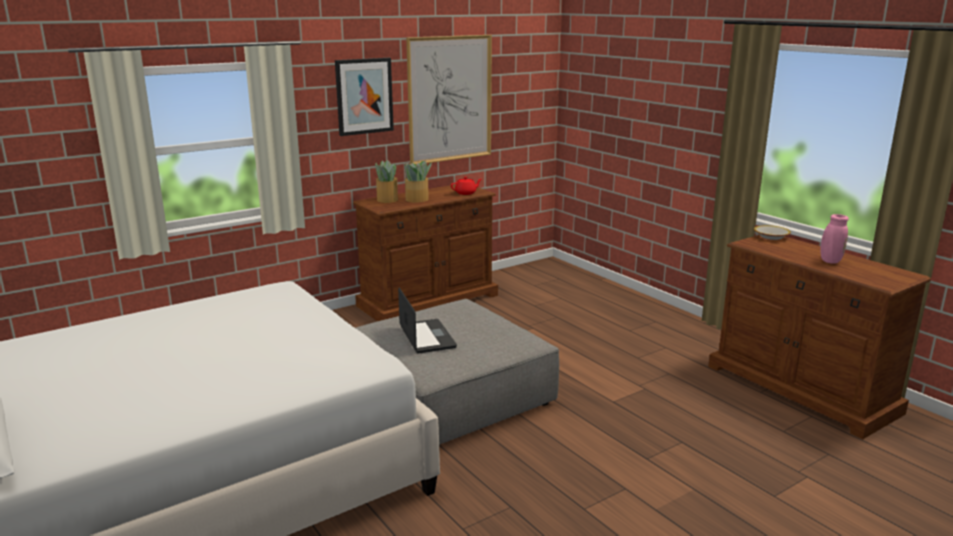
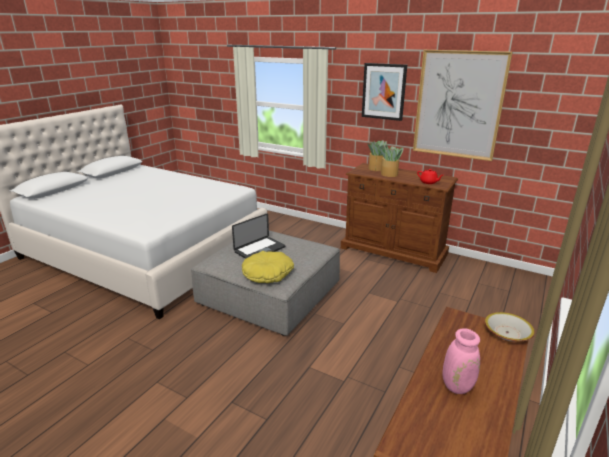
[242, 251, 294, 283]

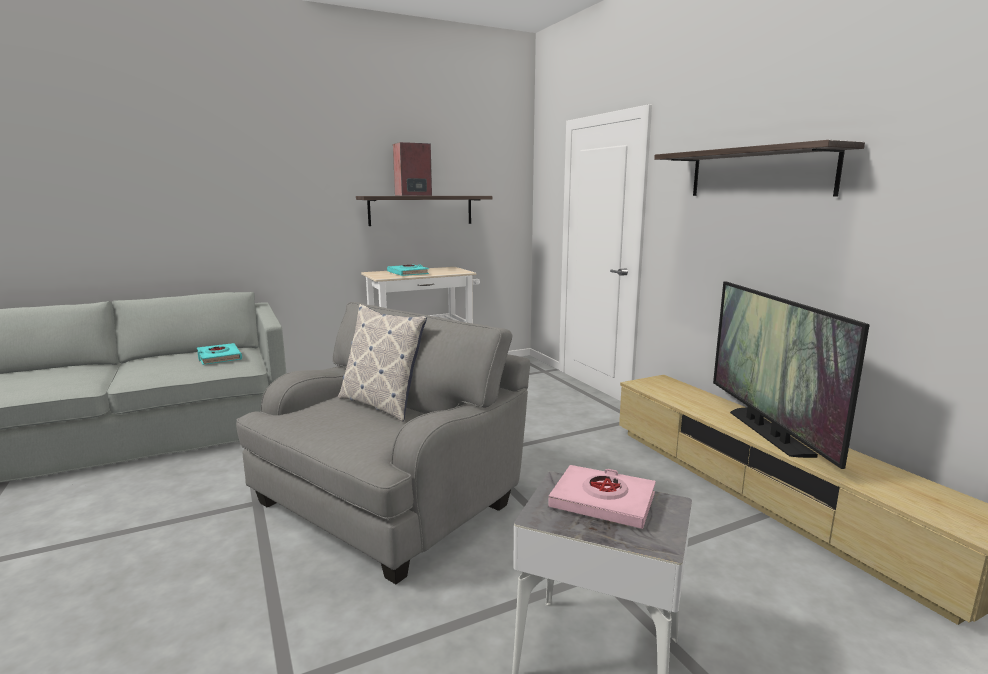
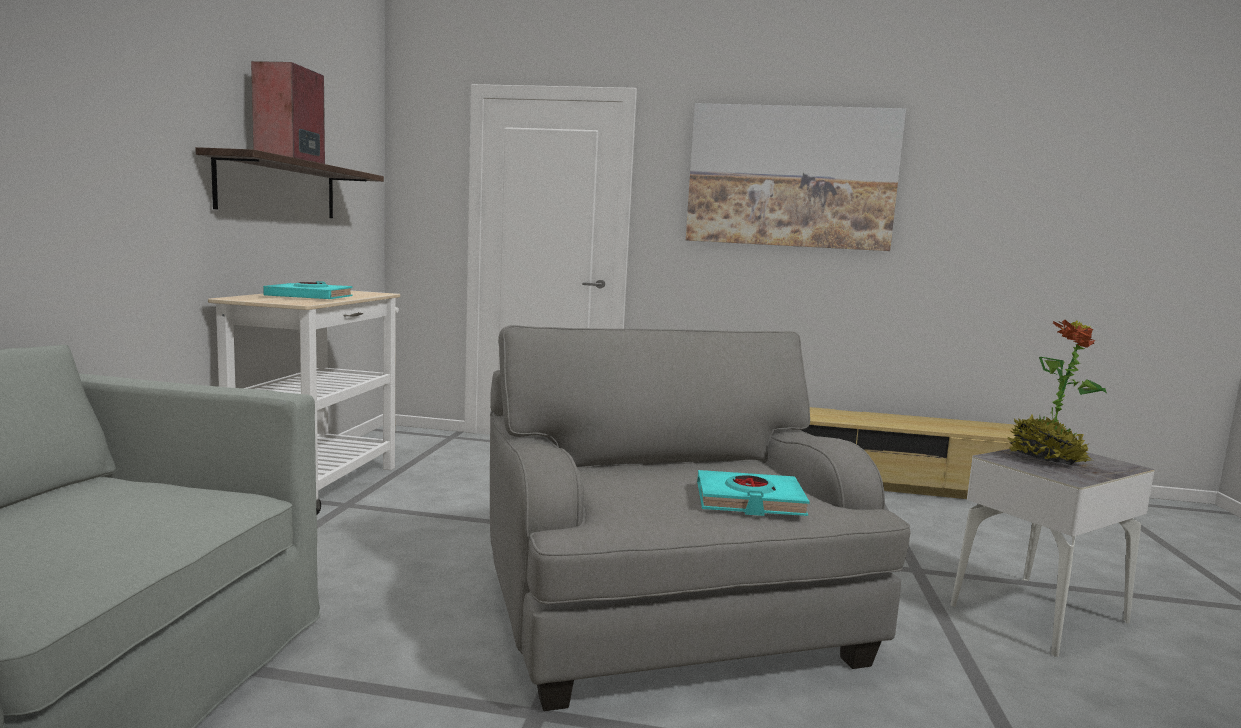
[686, 103, 906, 251]
[713, 281, 870, 469] (first image)
[338, 304, 427, 422] (first image)
[697, 470, 810, 516]
[1007, 320, 1107, 465]

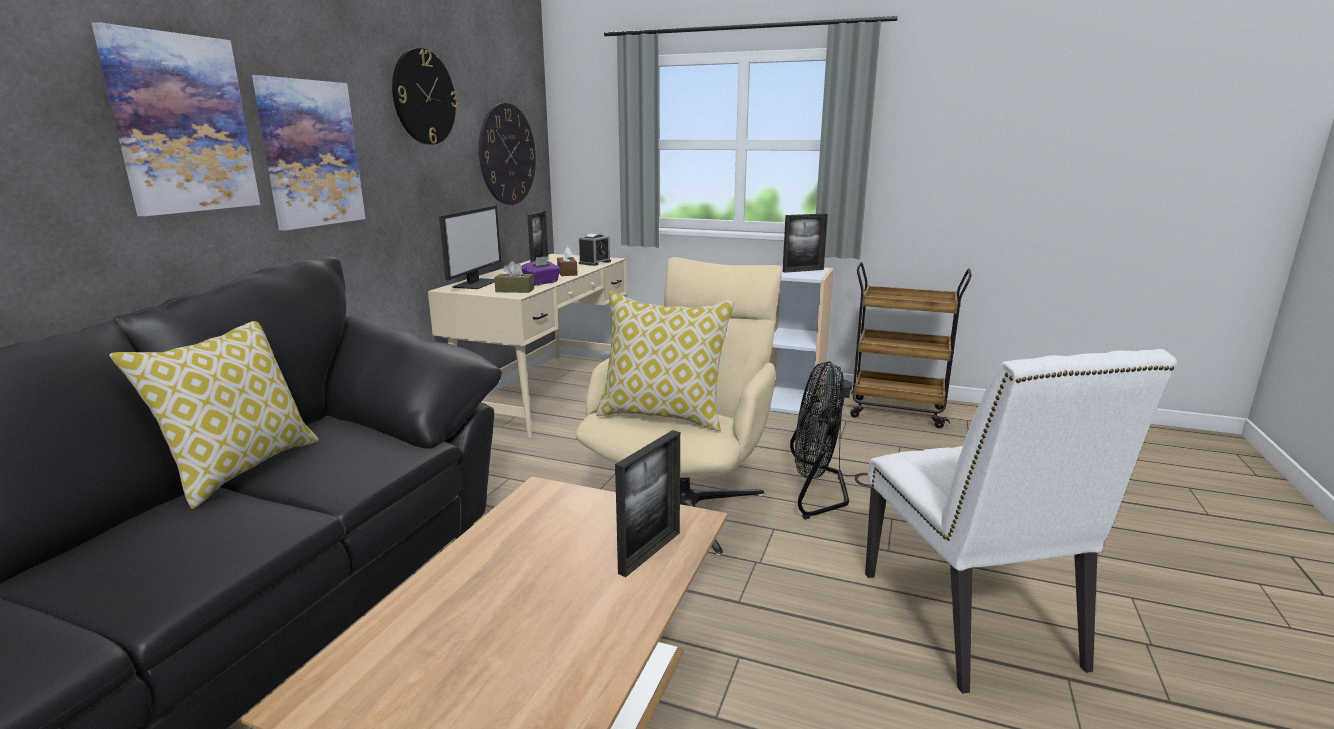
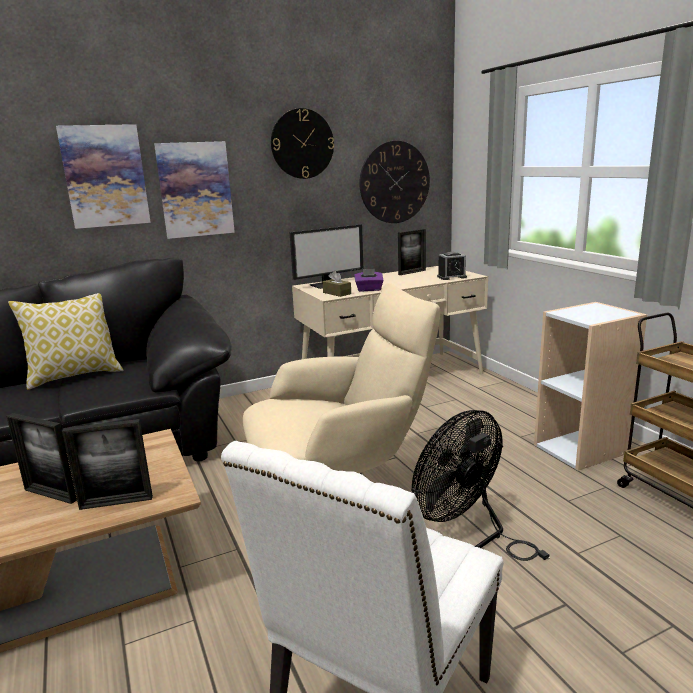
[6, 413, 77, 504]
[557, 247, 578, 276] (first image)
[596, 292, 735, 431] (first image)

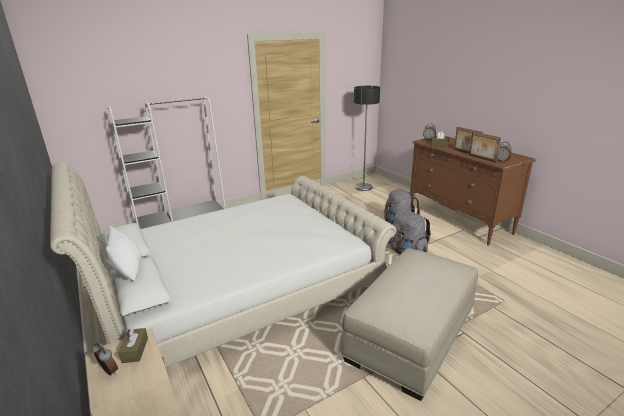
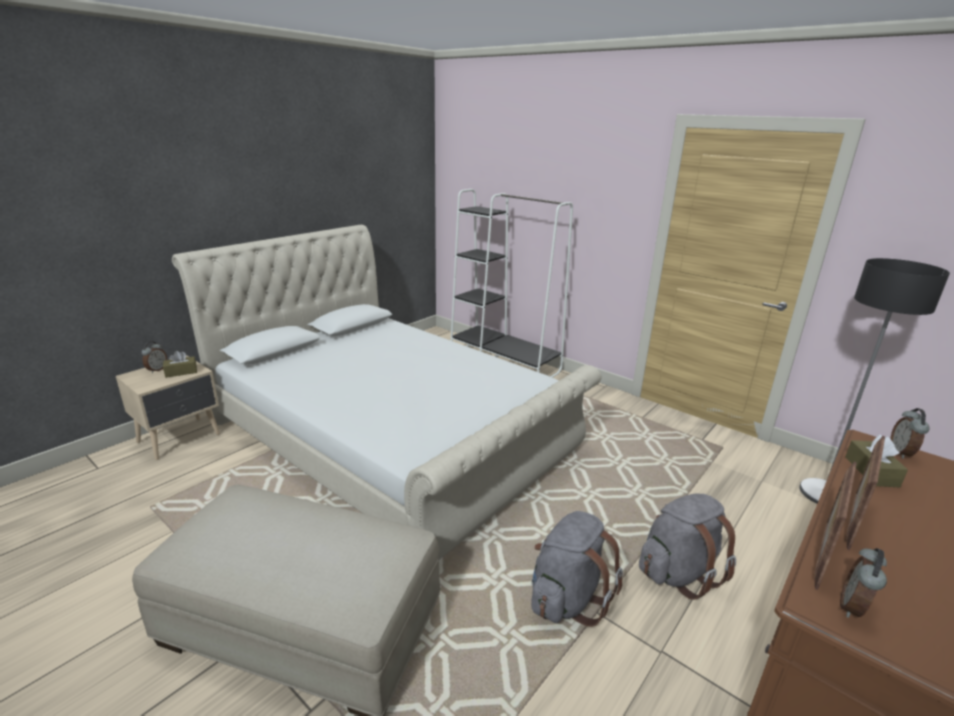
[104, 226, 142, 282] (first image)

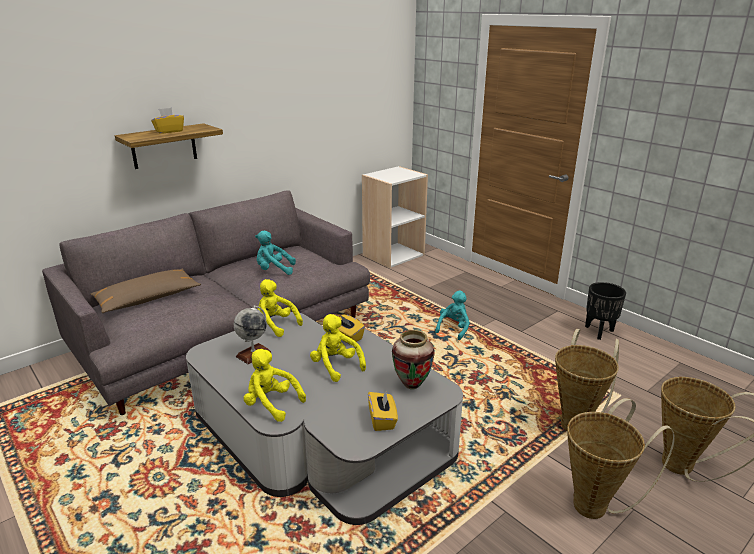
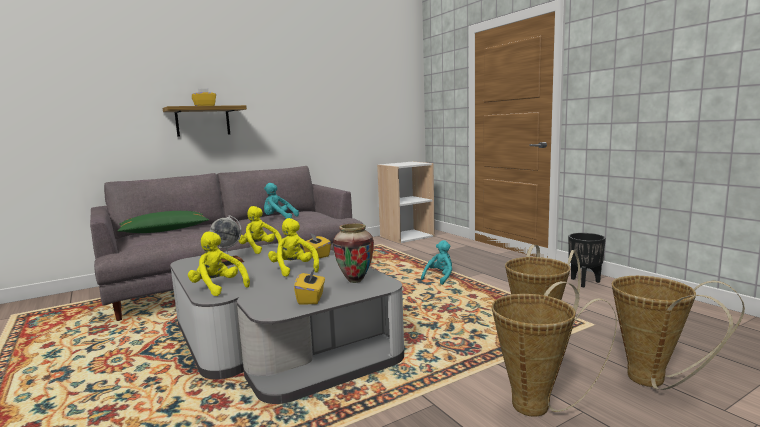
[117, 211, 209, 233]

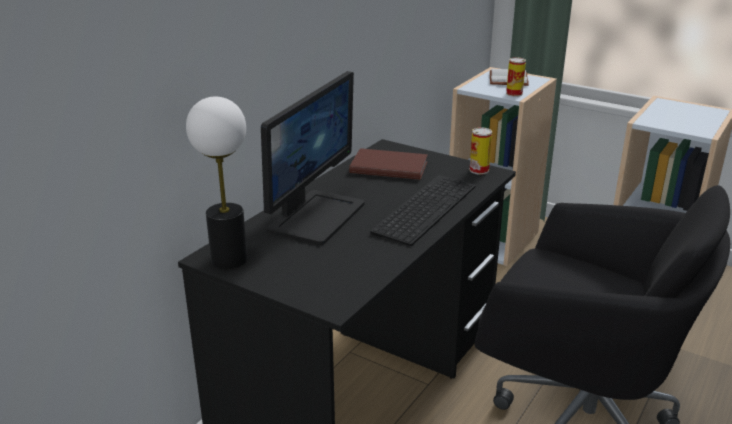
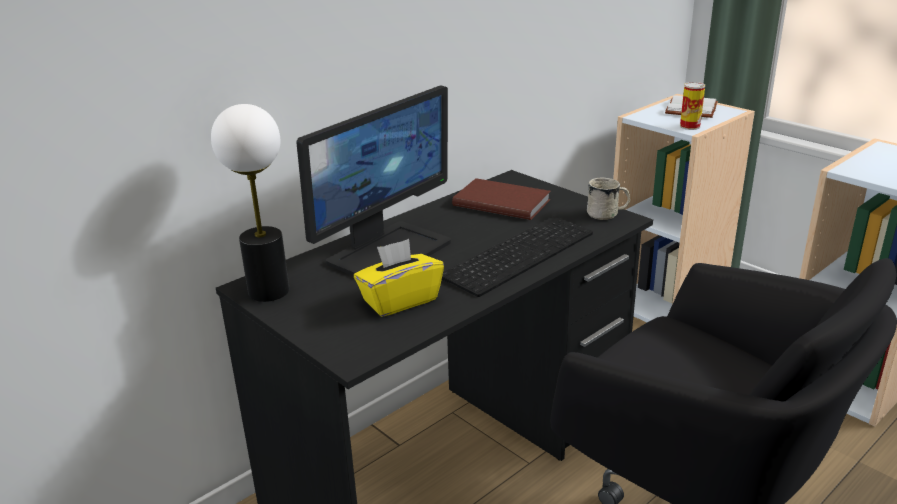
[587, 178, 630, 220]
[354, 239, 444, 317]

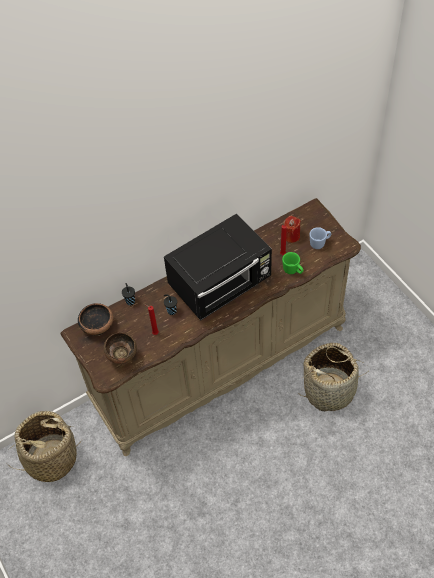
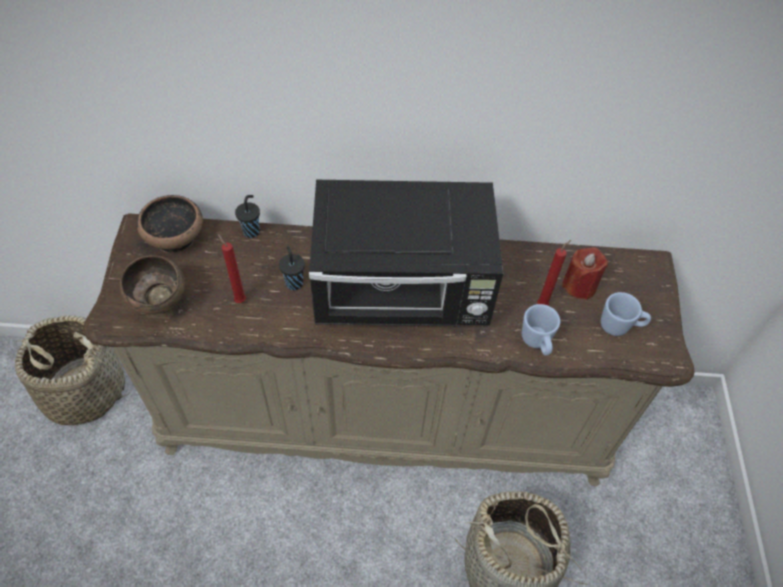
[522, 304, 560, 356]

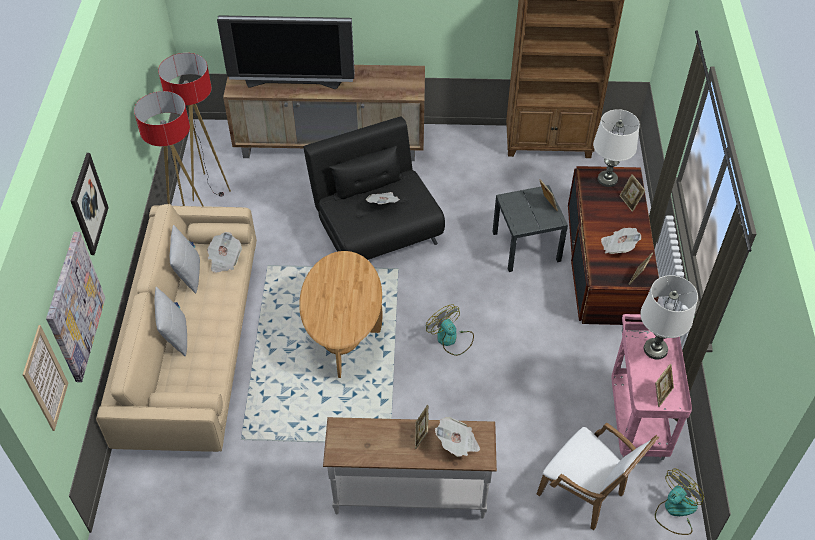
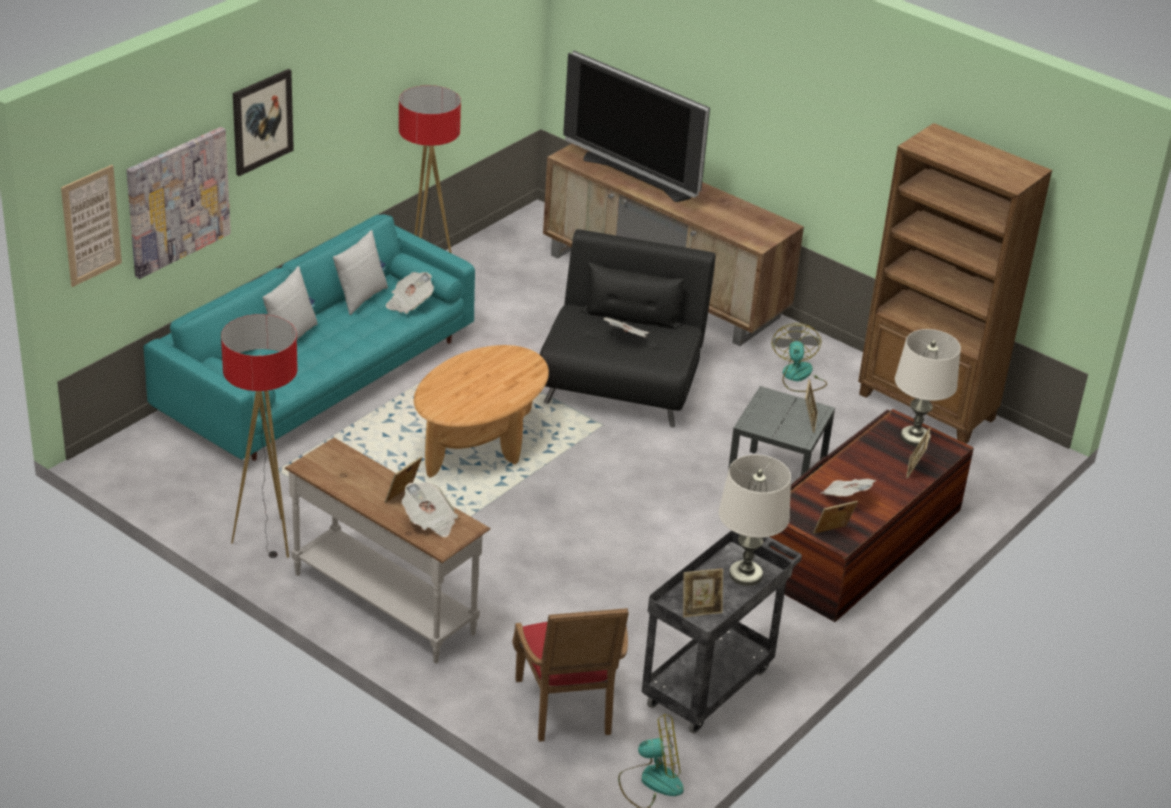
[221, 314, 298, 558]
[144, 214, 475, 461]
[771, 323, 827, 392]
[642, 530, 802, 734]
[512, 608, 629, 742]

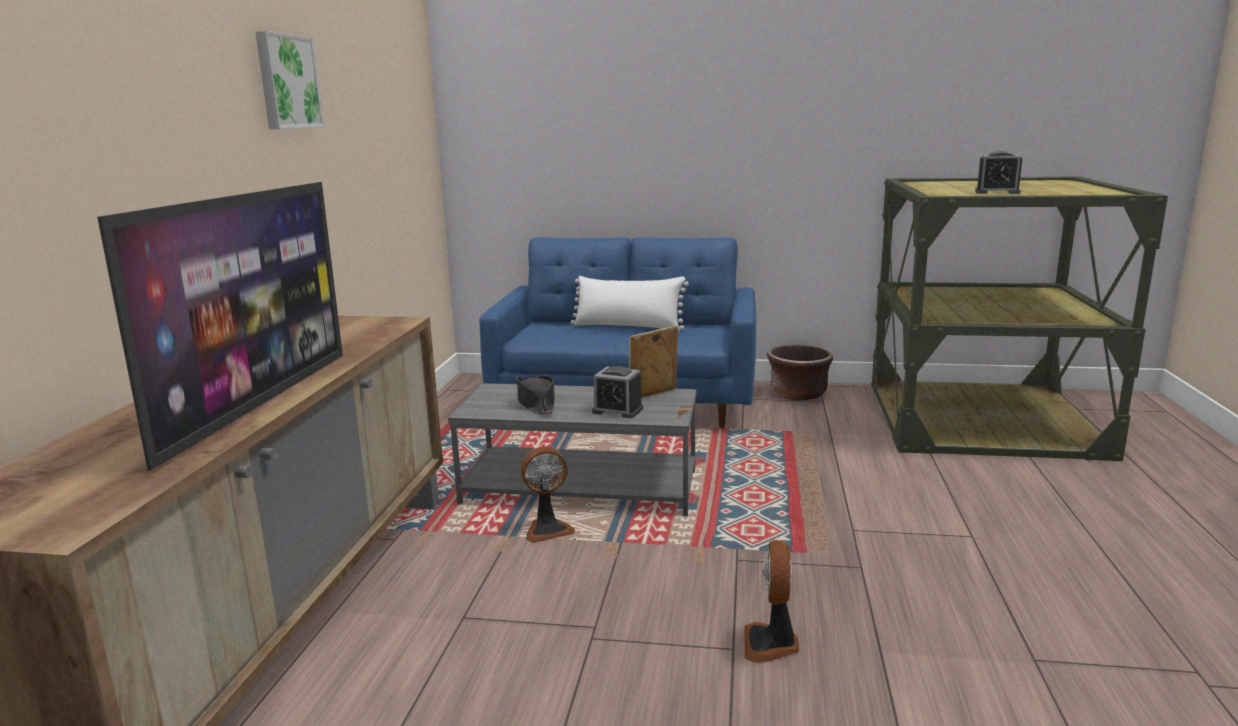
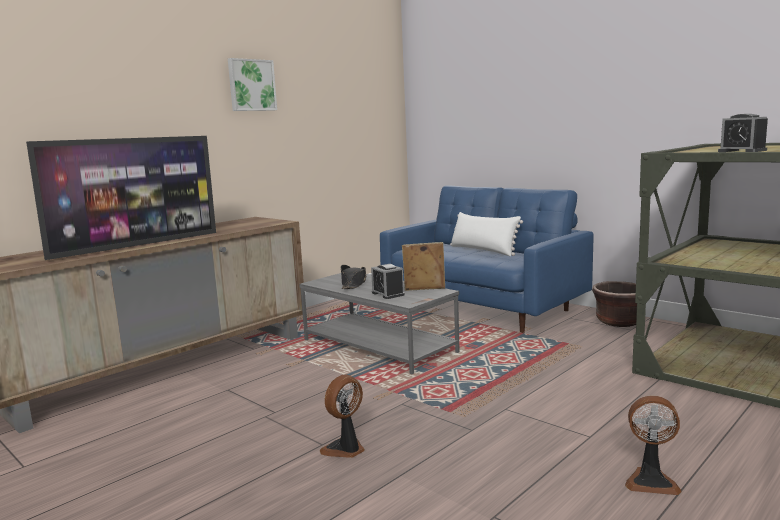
[625, 396, 681, 495]

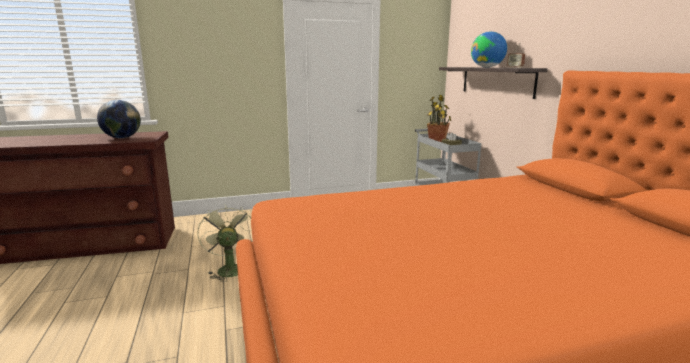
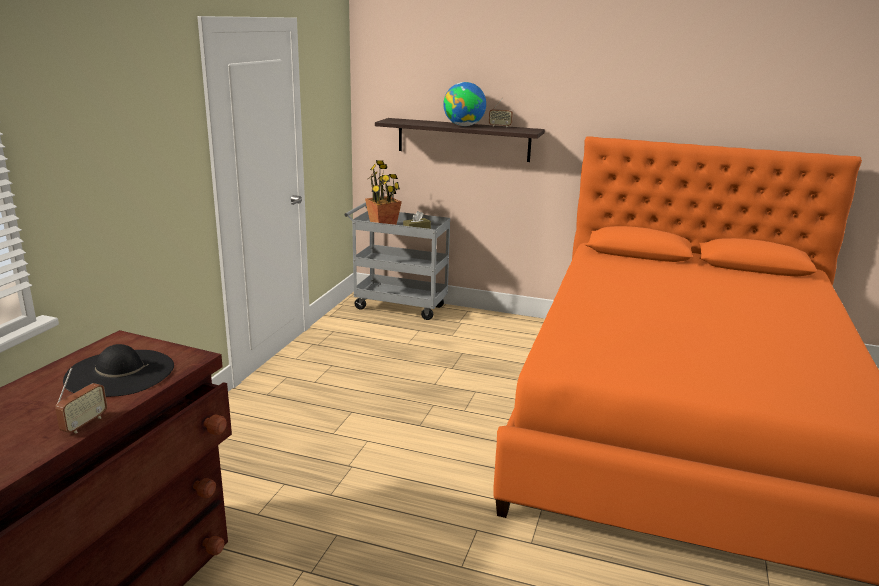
[63, 344, 174, 397]
[197, 204, 253, 282] (first image)
[55, 368, 107, 433]

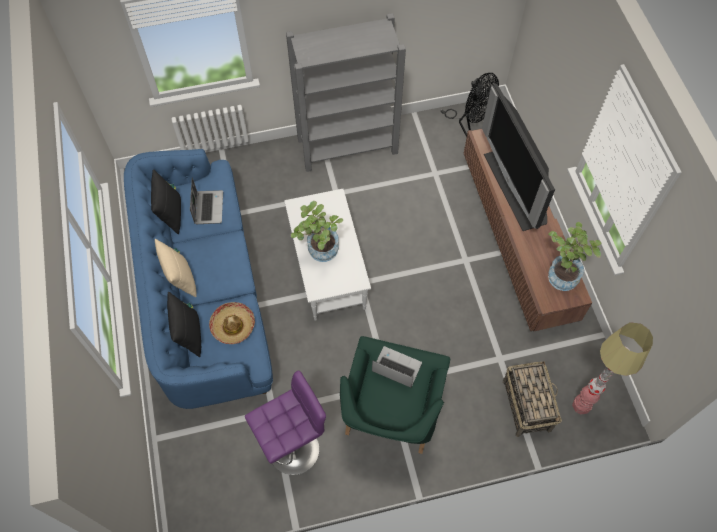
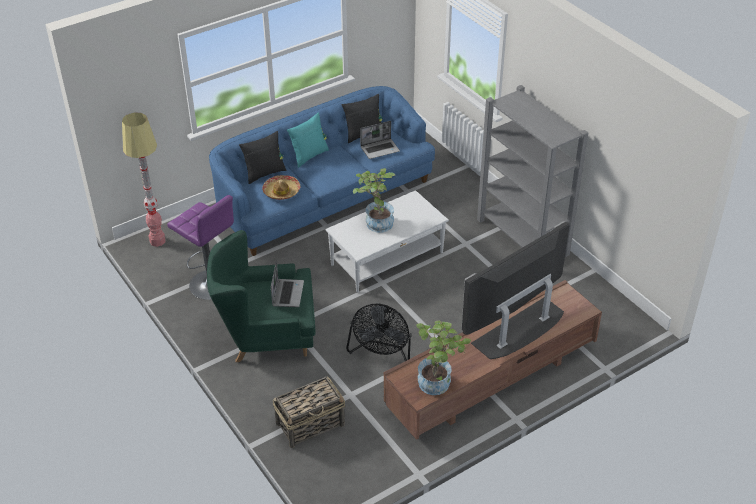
[346, 304, 412, 361]
[287, 112, 329, 168]
[122, 112, 166, 247]

